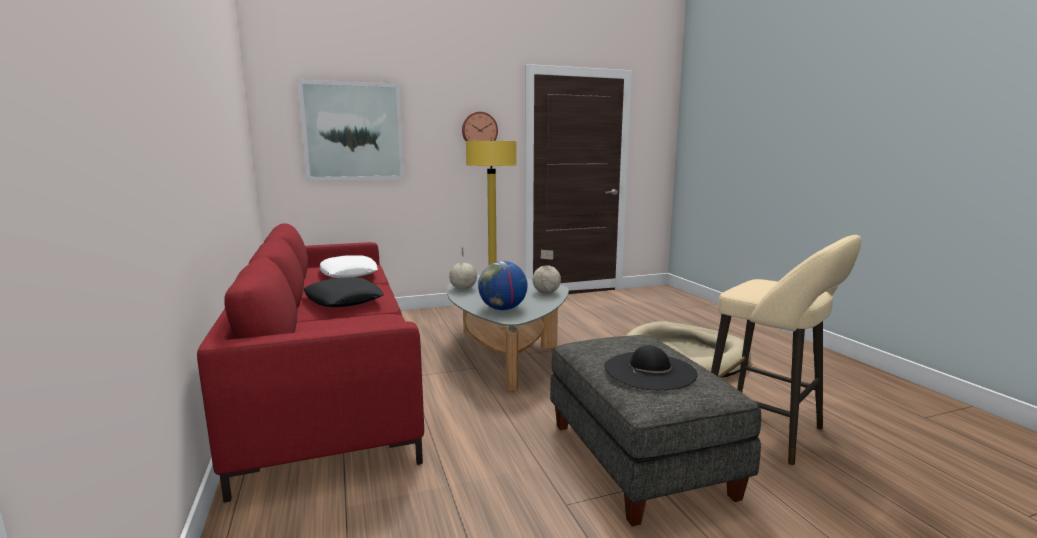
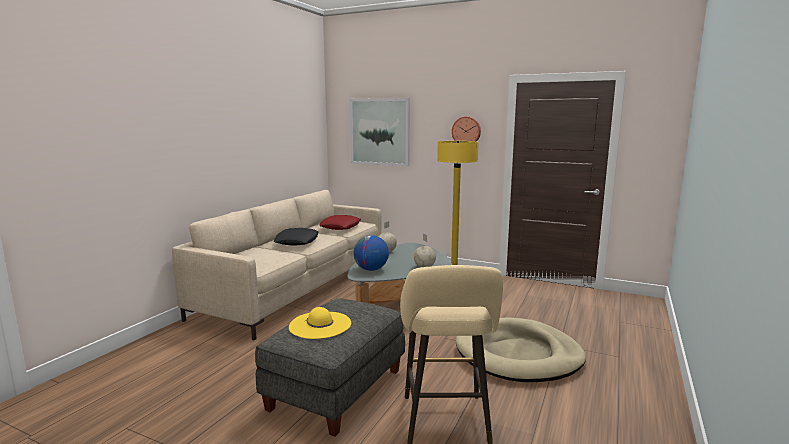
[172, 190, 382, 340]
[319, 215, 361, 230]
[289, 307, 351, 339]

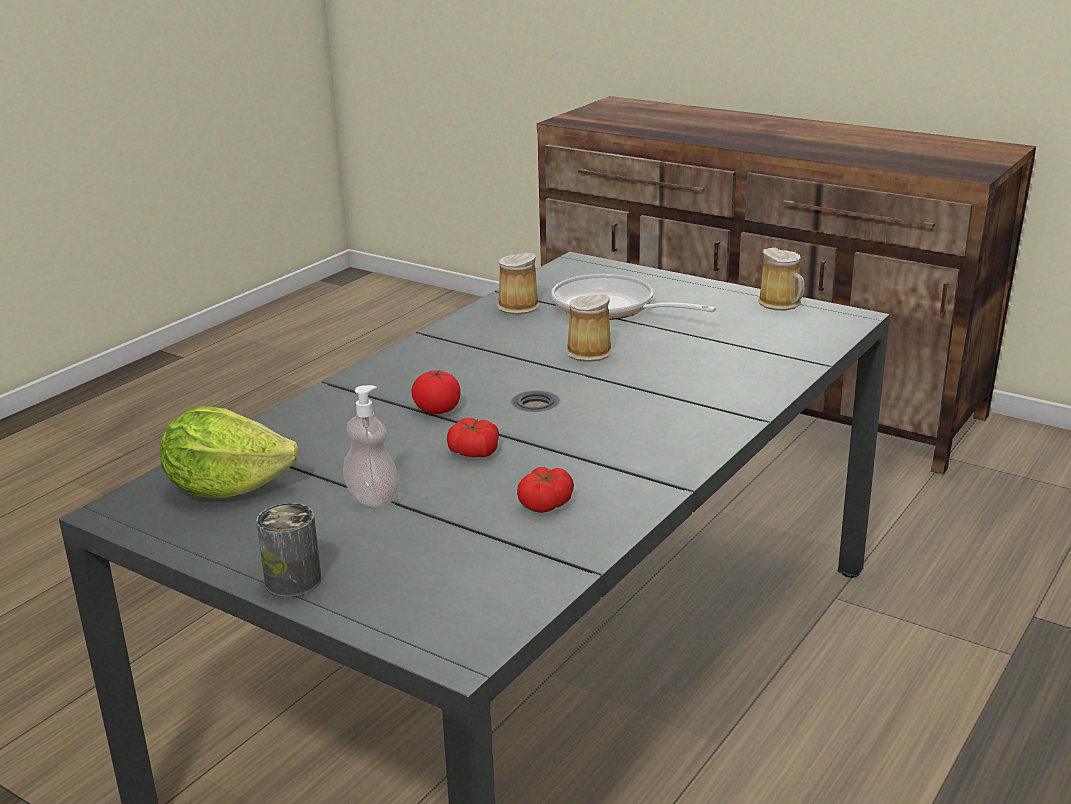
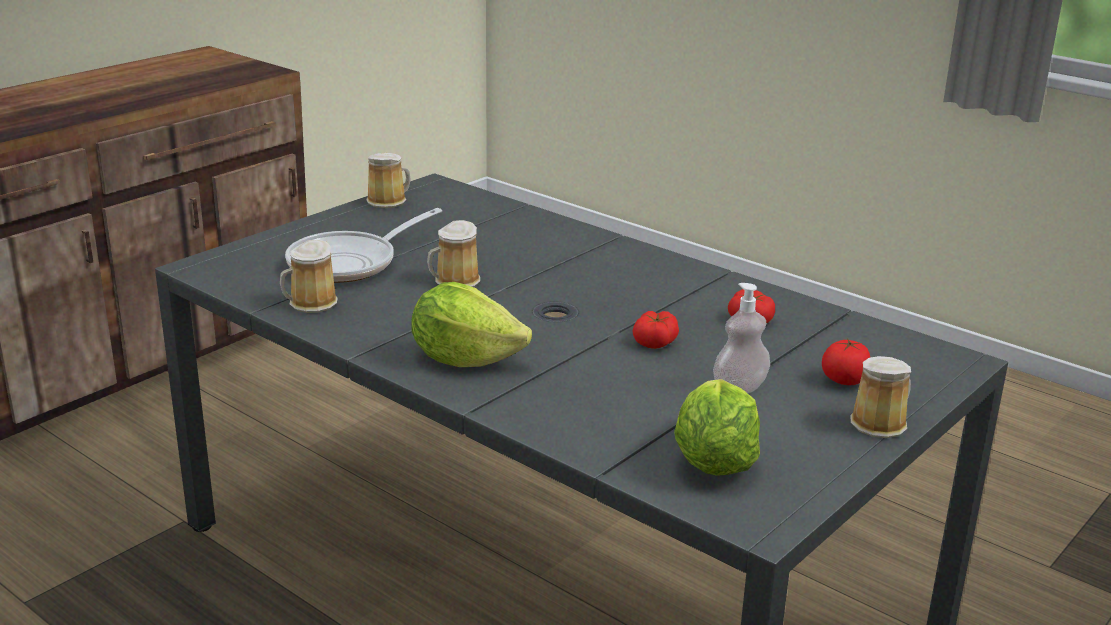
[822, 339, 870, 385]
[850, 356, 911, 438]
[411, 282, 532, 367]

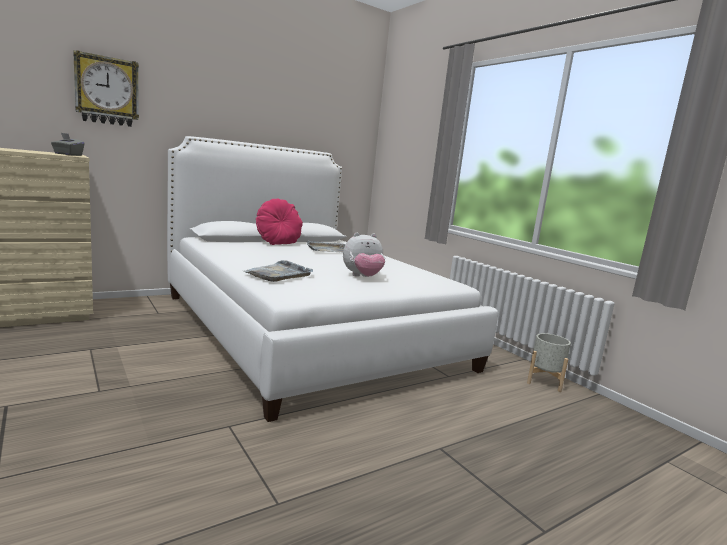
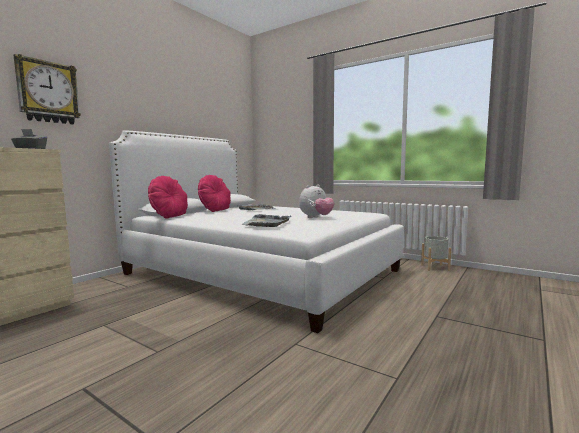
[148, 176, 188, 219]

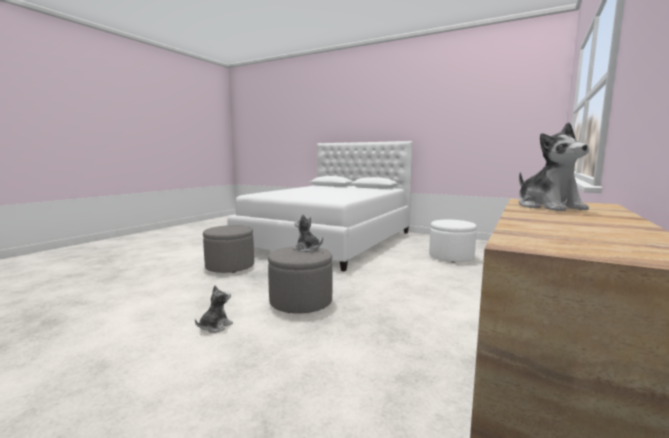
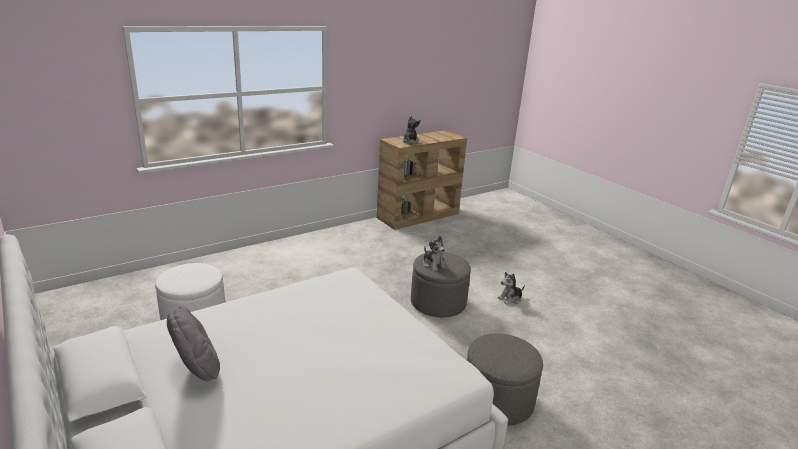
[167, 306, 220, 381]

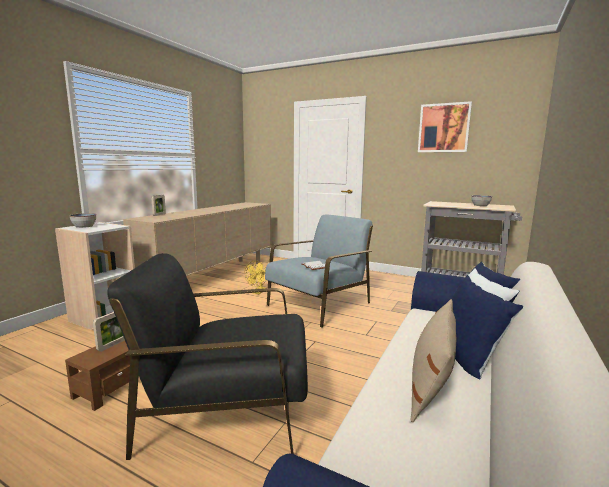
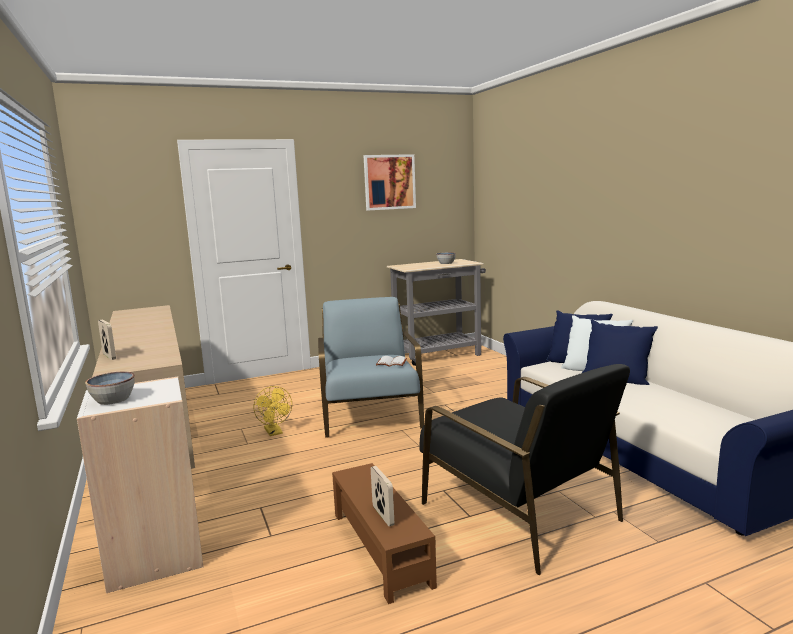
[419, 364, 630, 575]
[411, 299, 456, 422] (first image)

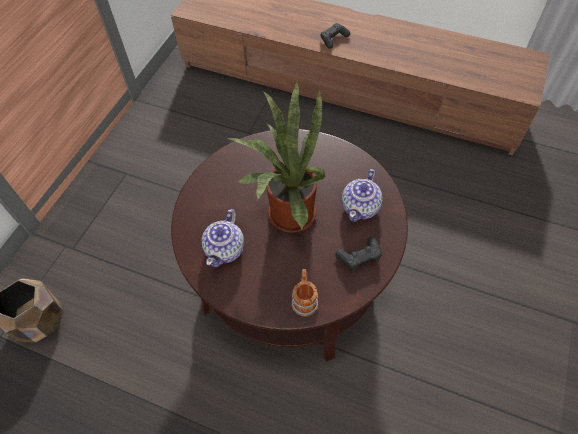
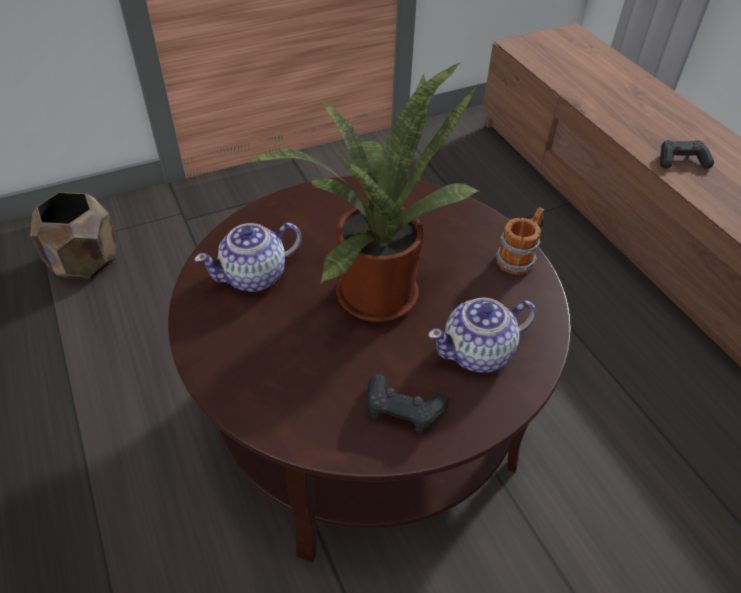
[496, 207, 544, 275]

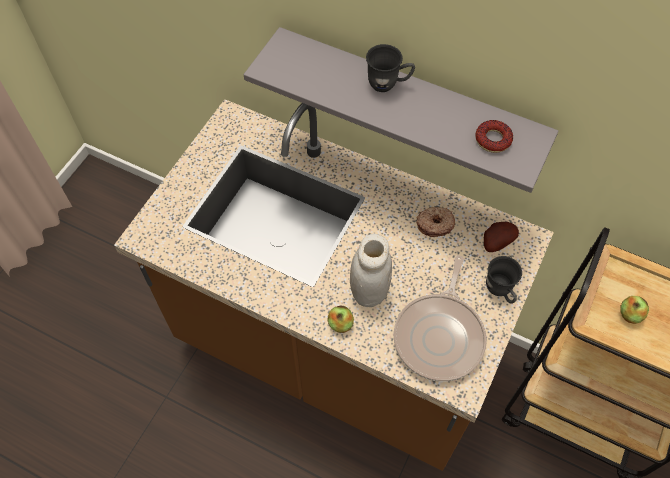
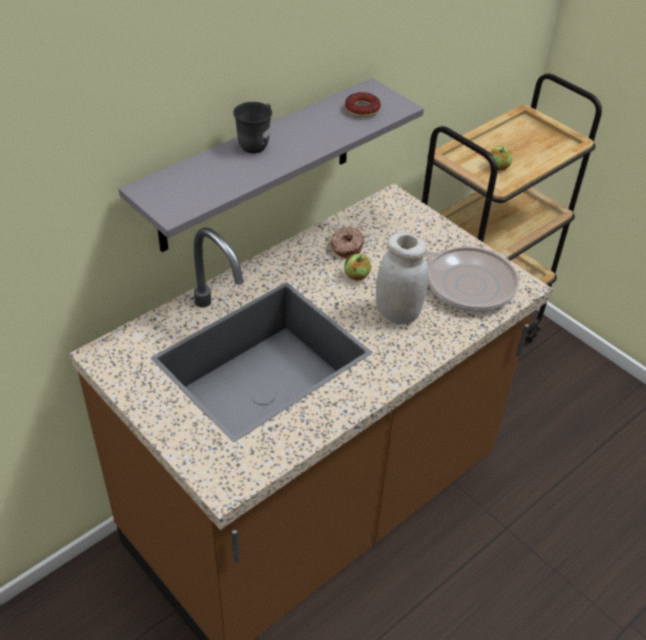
[484, 222, 519, 252] (first image)
[486, 256, 522, 304] (first image)
[344, 254, 371, 280]

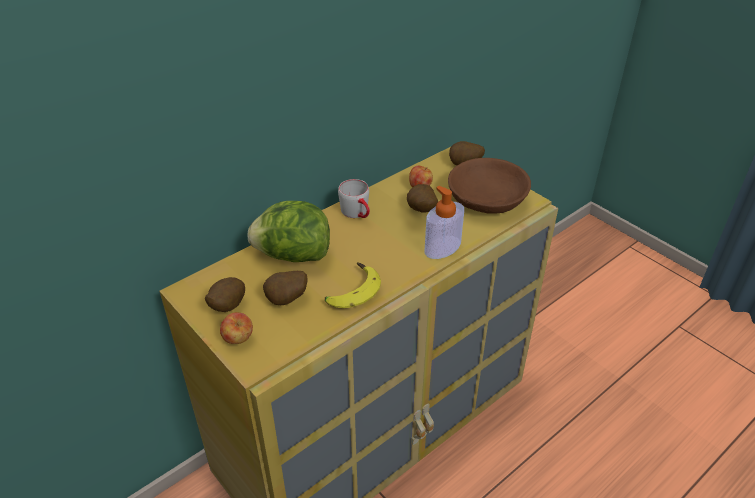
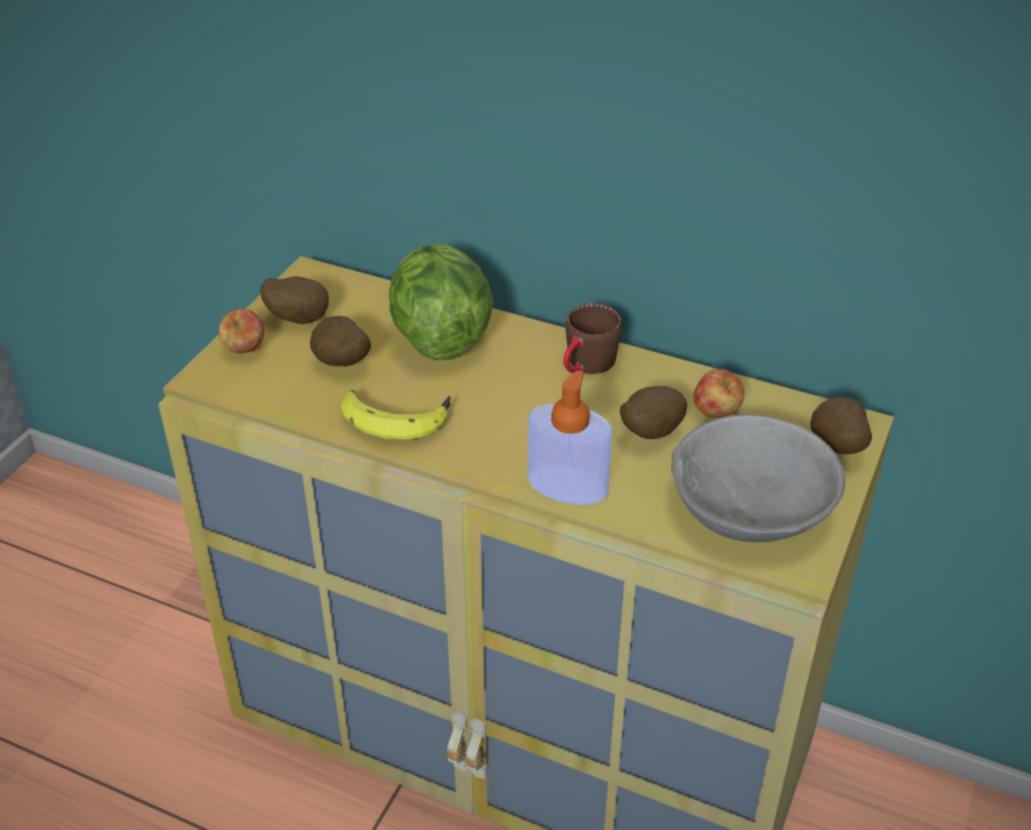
[671, 414, 845, 542]
[563, 303, 622, 374]

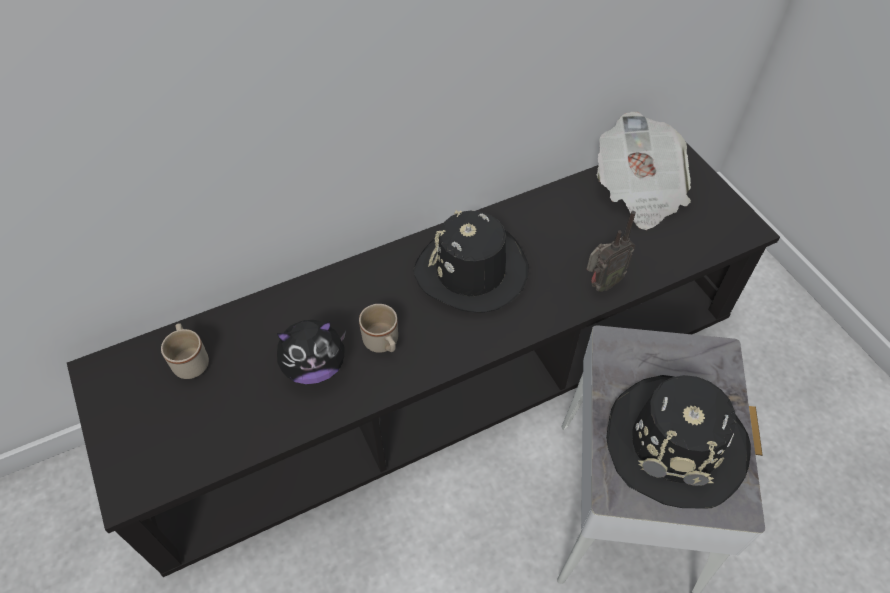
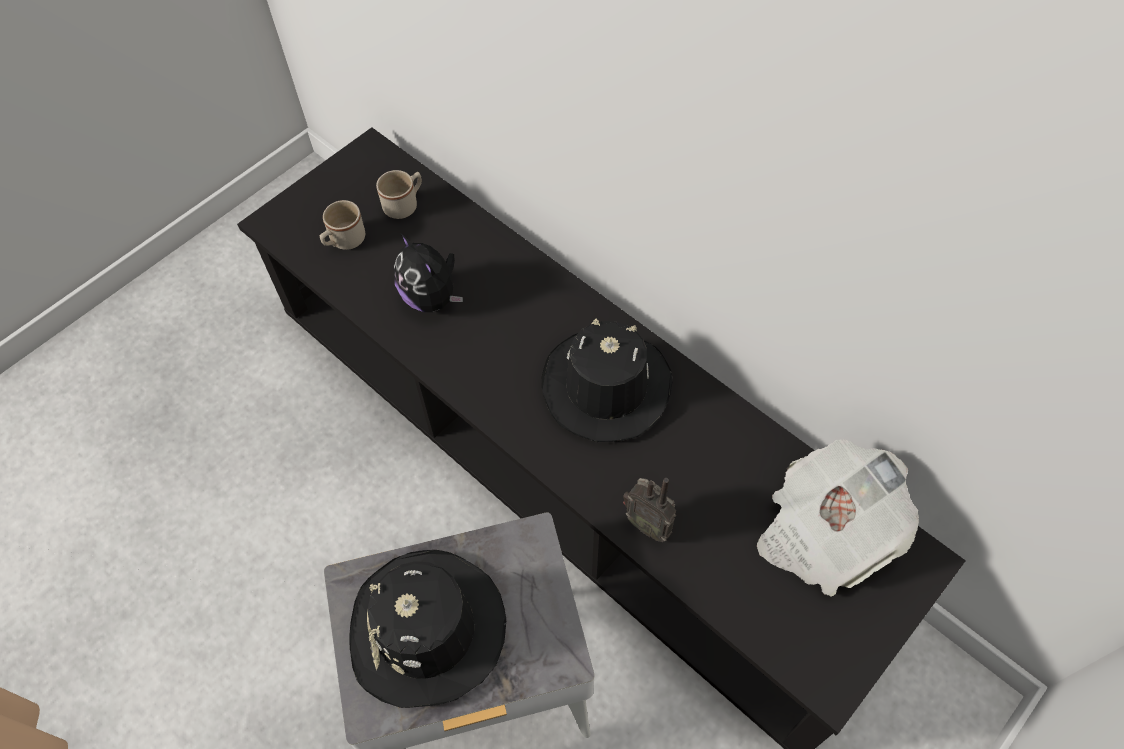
[320, 200, 365, 250]

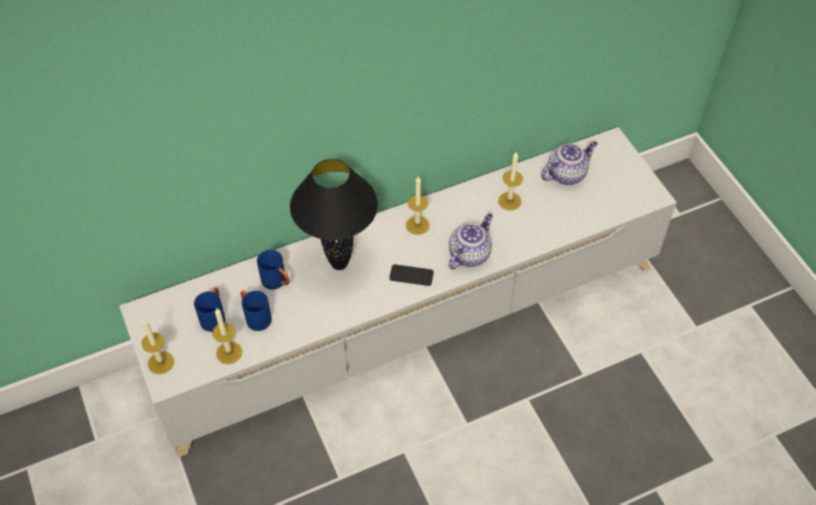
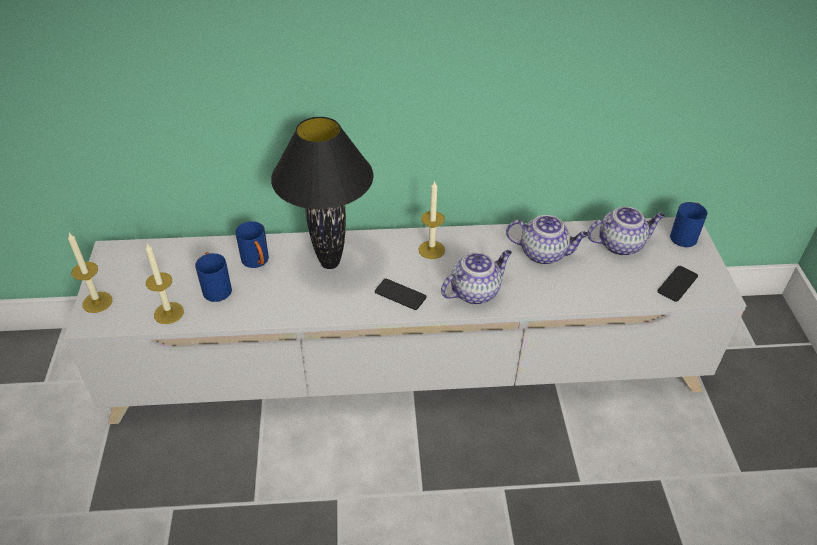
[506, 215, 589, 265]
[670, 202, 707, 247]
[658, 266, 698, 302]

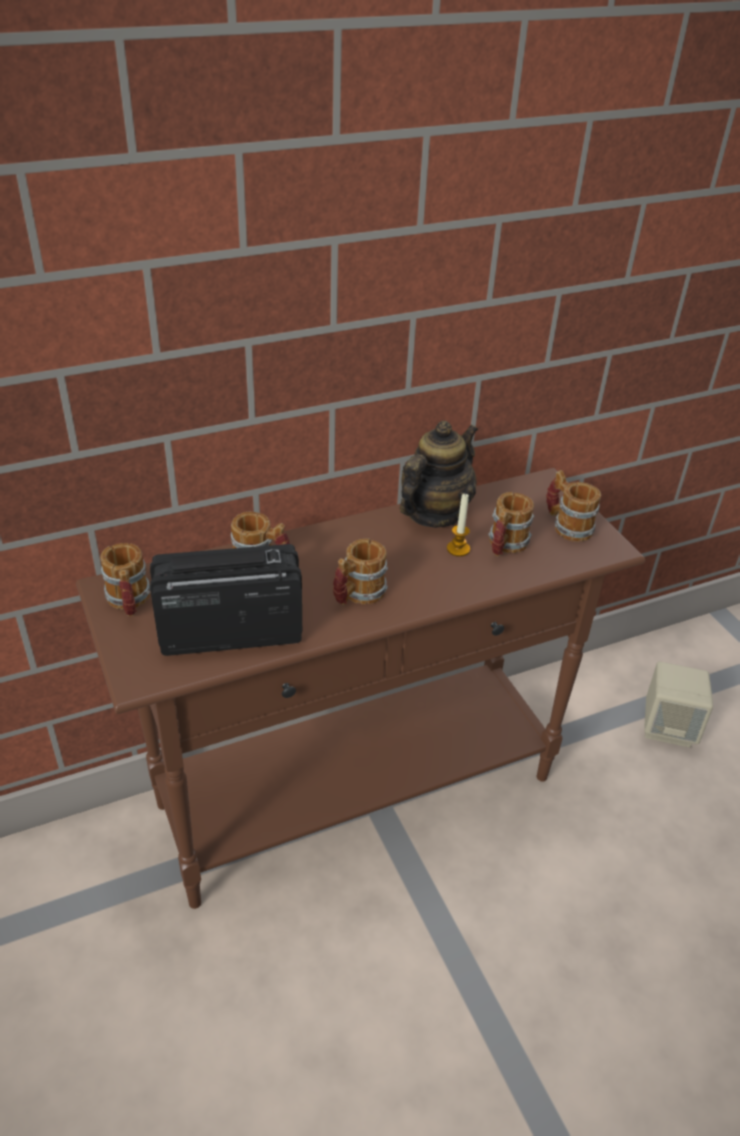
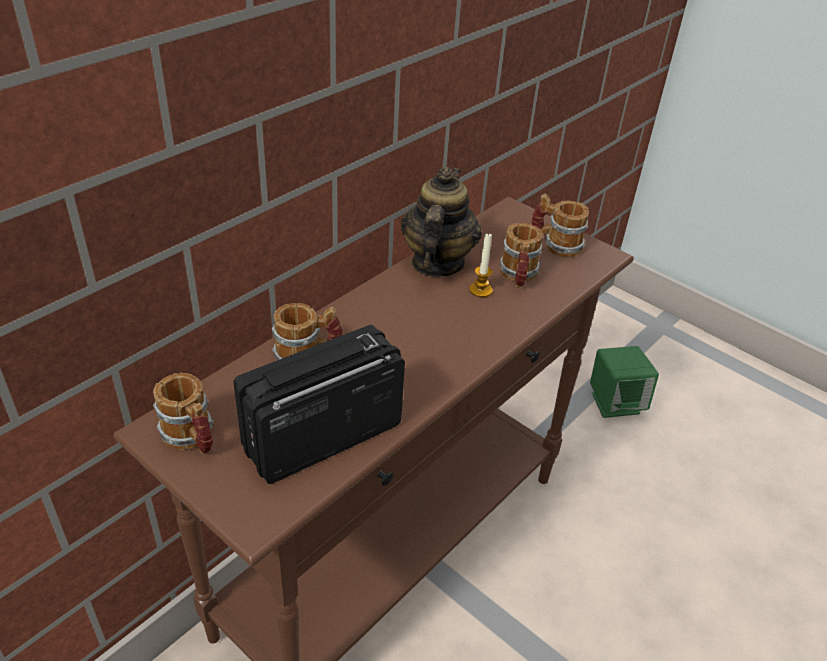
[333, 538, 388, 605] (first image)
[590, 346, 659, 418]

